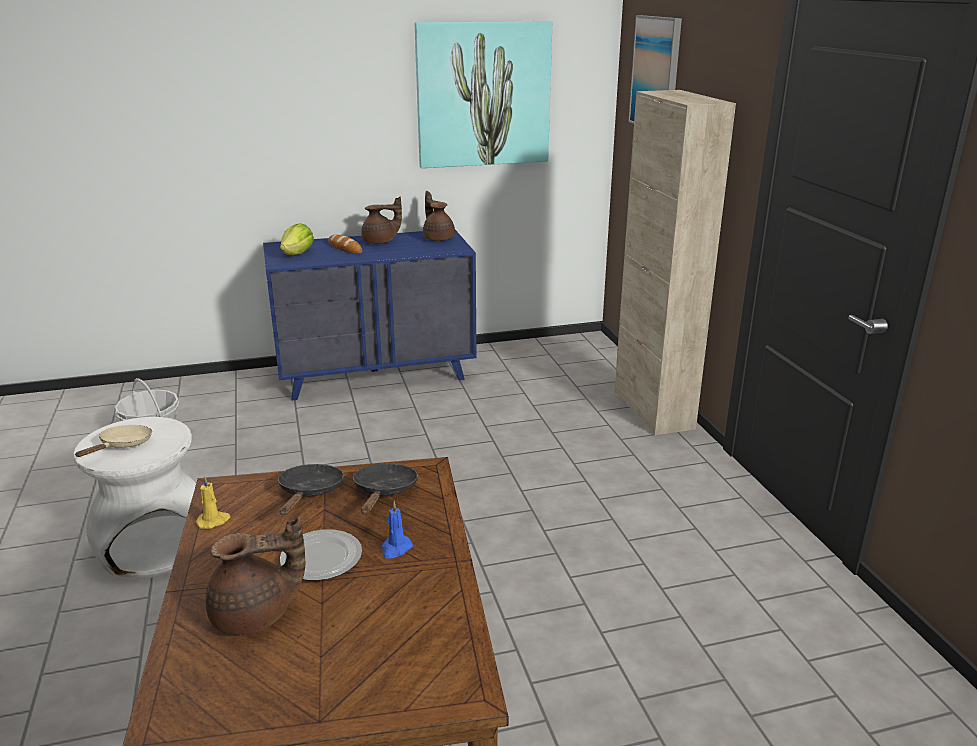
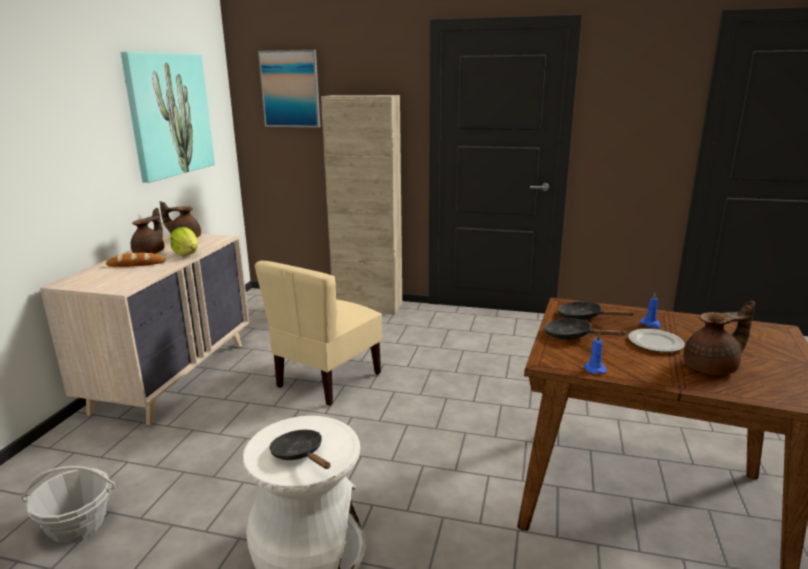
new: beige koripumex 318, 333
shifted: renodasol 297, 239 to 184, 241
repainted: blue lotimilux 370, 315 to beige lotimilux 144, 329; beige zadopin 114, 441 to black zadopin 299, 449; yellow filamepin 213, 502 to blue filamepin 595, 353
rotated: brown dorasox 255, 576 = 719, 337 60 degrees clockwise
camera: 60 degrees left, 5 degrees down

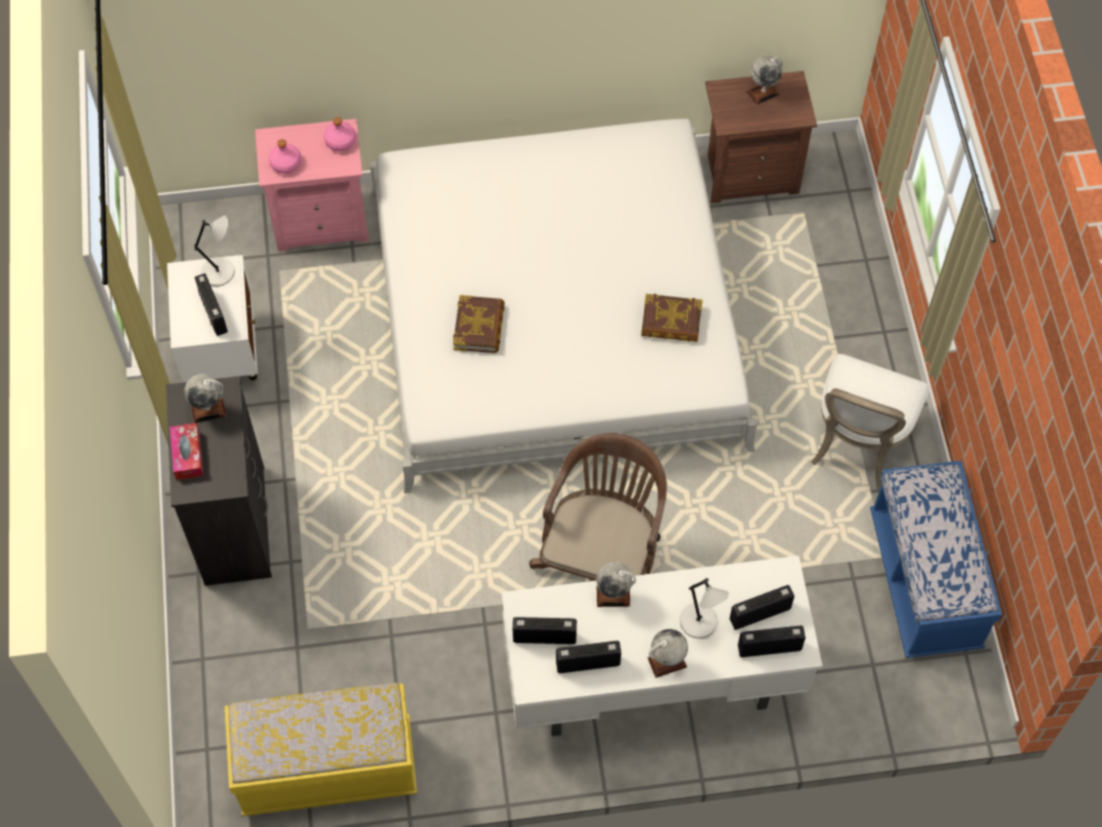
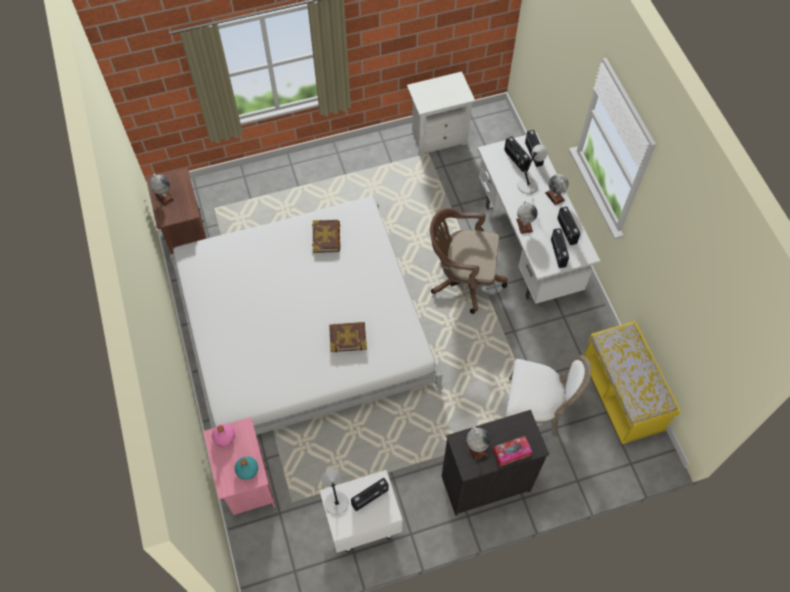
shifted: white koripumex 870, 421 to 548, 396
swapped: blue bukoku 936, 559 to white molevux 441, 114
repainted: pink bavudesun 285, 156 to turquoise bavudesun 246, 468
camera: 100 degrees left, 0 degrees up

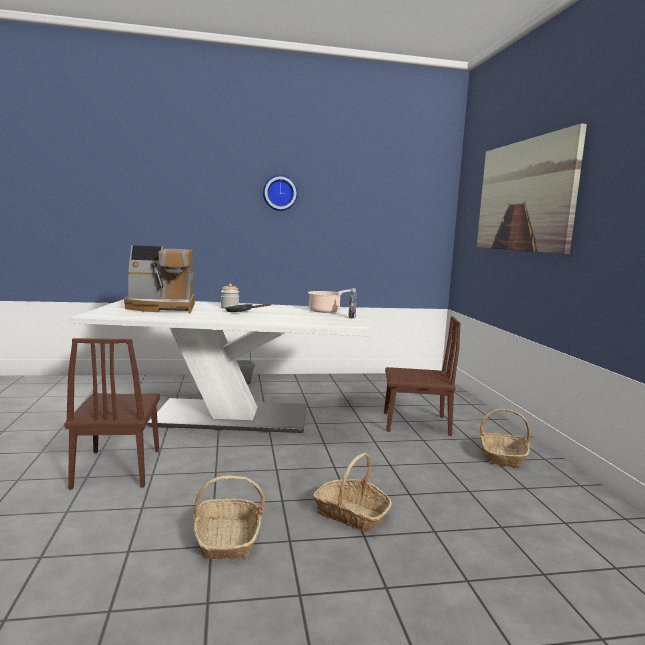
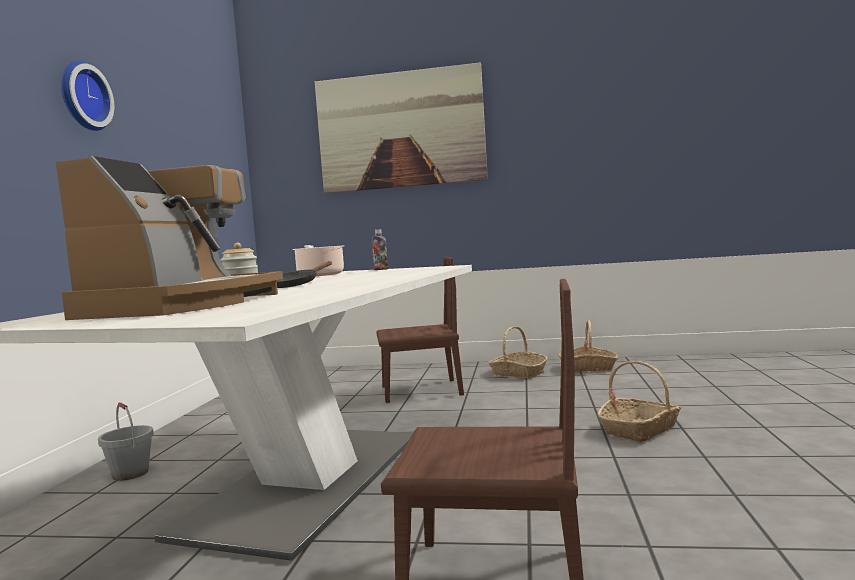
shifted: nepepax 229, 517 to 589, 346
rotated: brown koripumex 422, 376 = 420, 330 60 degrees clockwise
camera: 70 degrees left, 5 degrees down

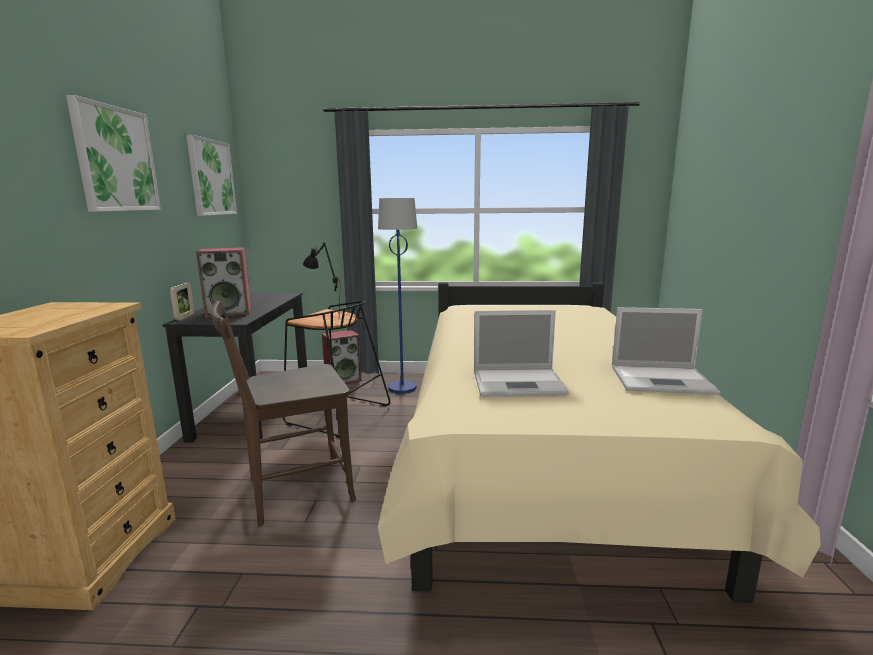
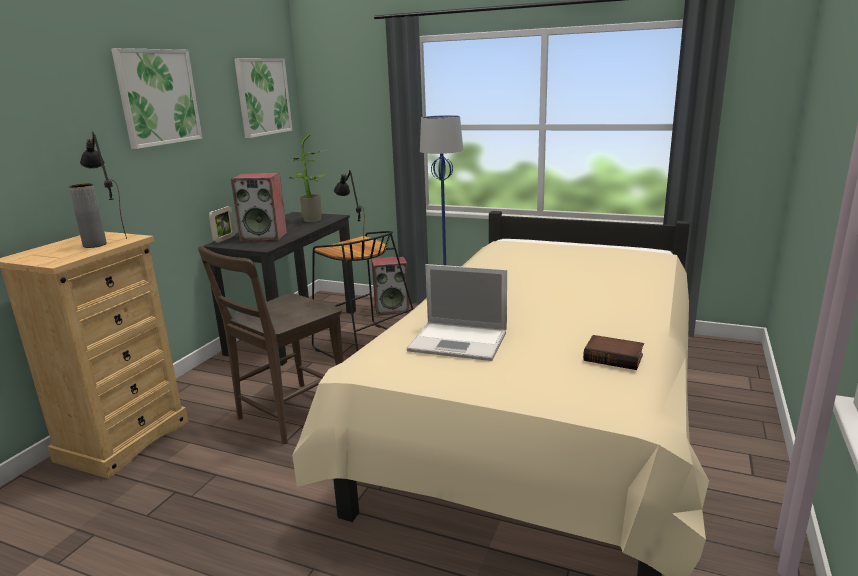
new: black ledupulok 103, 185; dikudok 308, 178; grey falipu 88, 216
swapped: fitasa 666, 351 to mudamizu 613, 352
rotated: brown koripumex 283, 413 = 271, 345 45 degrees counterclockwise
camera: 20 degrees right, 5 degrees up

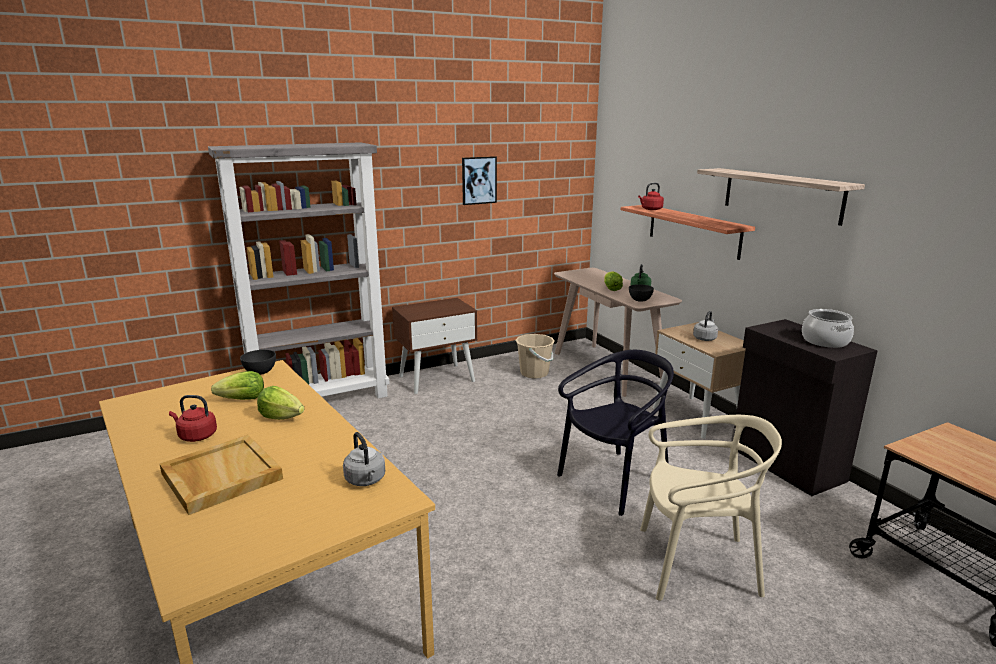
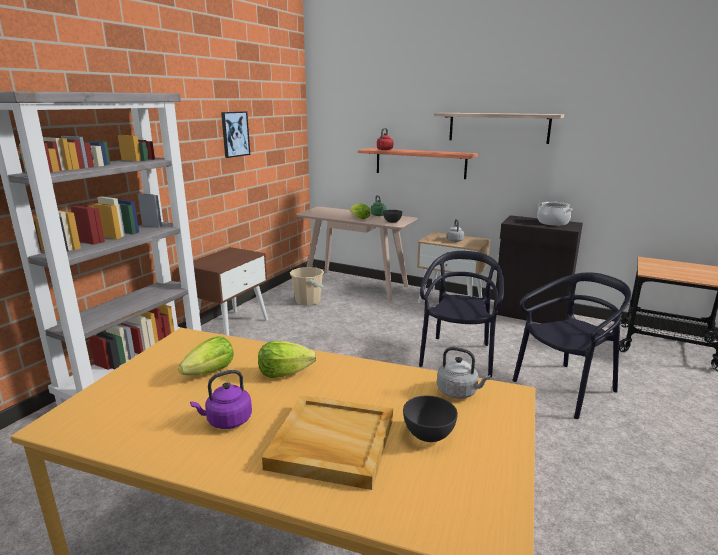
shifted: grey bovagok 258, 362 to 430, 418
repainted: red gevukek 193, 418 to purple gevukek 221, 399; beige koripumex 711, 508 to black koripumex 571, 345
camera: 35 degrees left, 0 degrees up

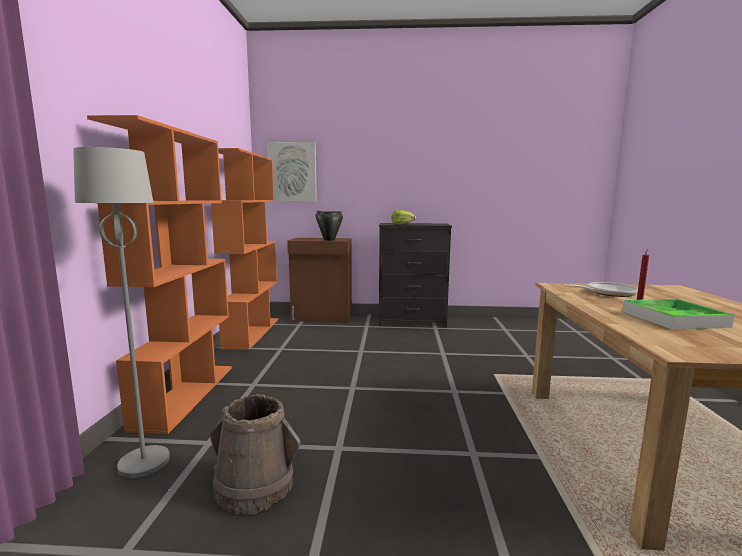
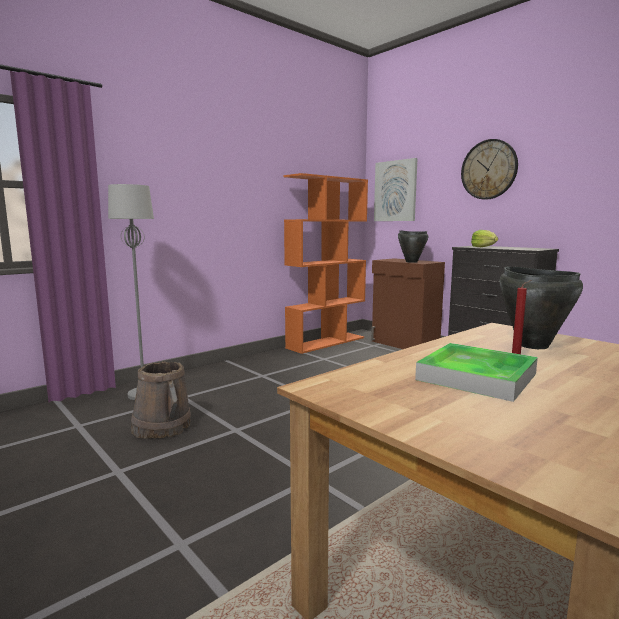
gone: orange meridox 159, 274
new: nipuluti 489, 169
swapped: zadopin 600, 289 to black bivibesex 541, 308
camera: 45 degrees right, 0 degrees up

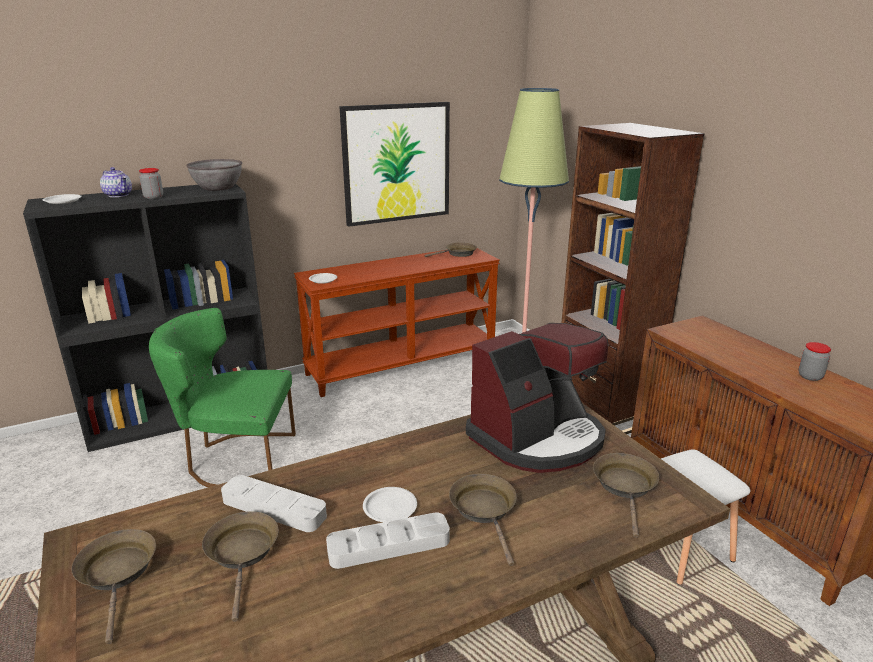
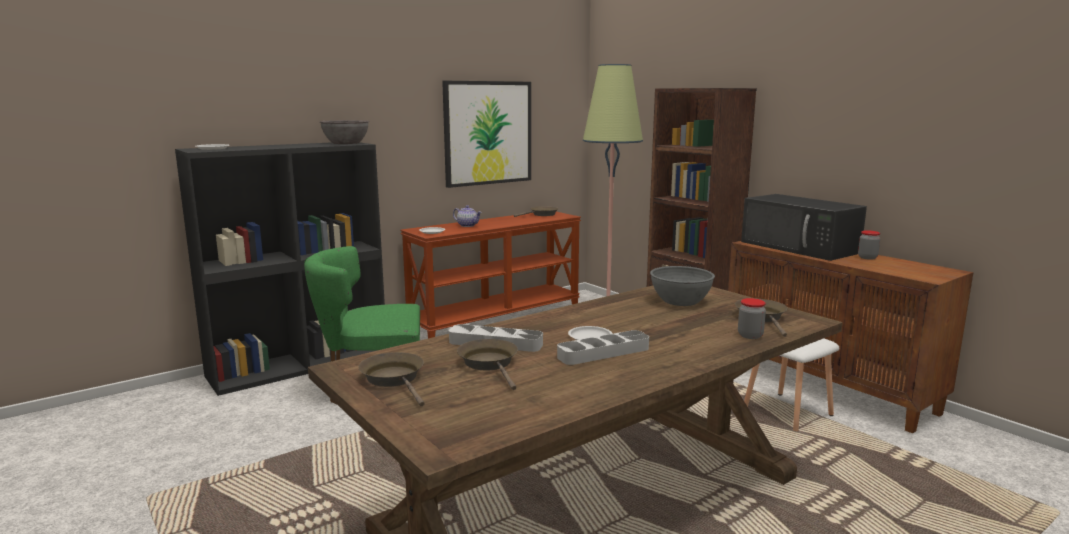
gone: brown zadopin 483, 520
new: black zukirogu 804, 227
shifted: dorasox 116, 182 to 467, 216; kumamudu 151, 183 to 752, 318
swapped: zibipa 537, 398 to grey bovagok 682, 286
camera: 10 degrees left, 10 degrees down

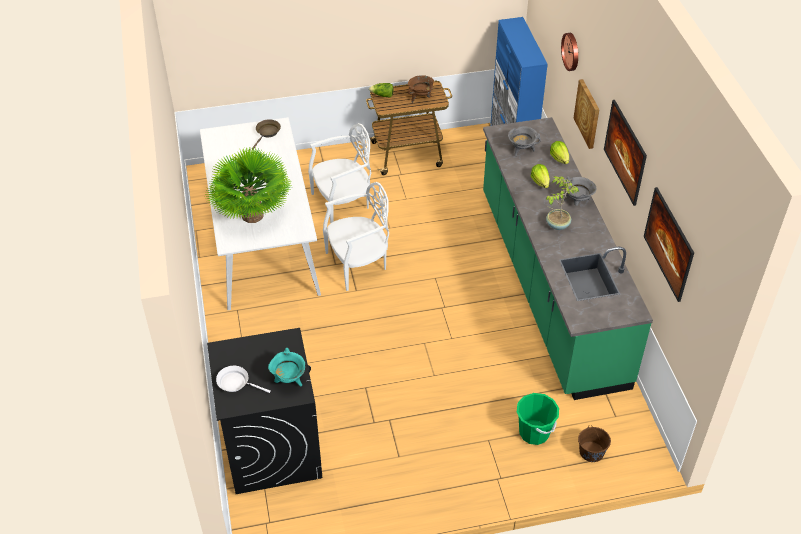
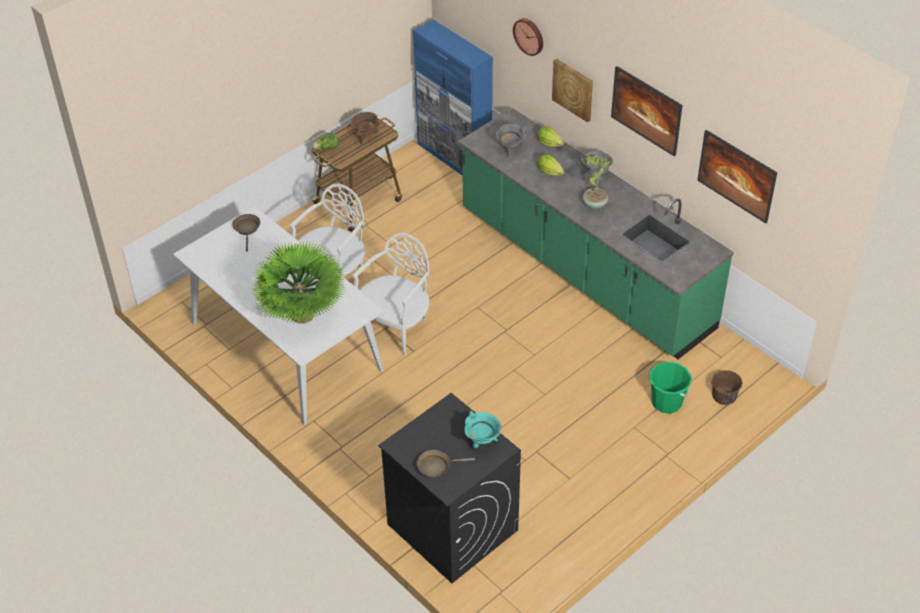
repainted: white zadopin 243, 379 to brown zadopin 446, 464
camera: 30 degrees left, 0 degrees up

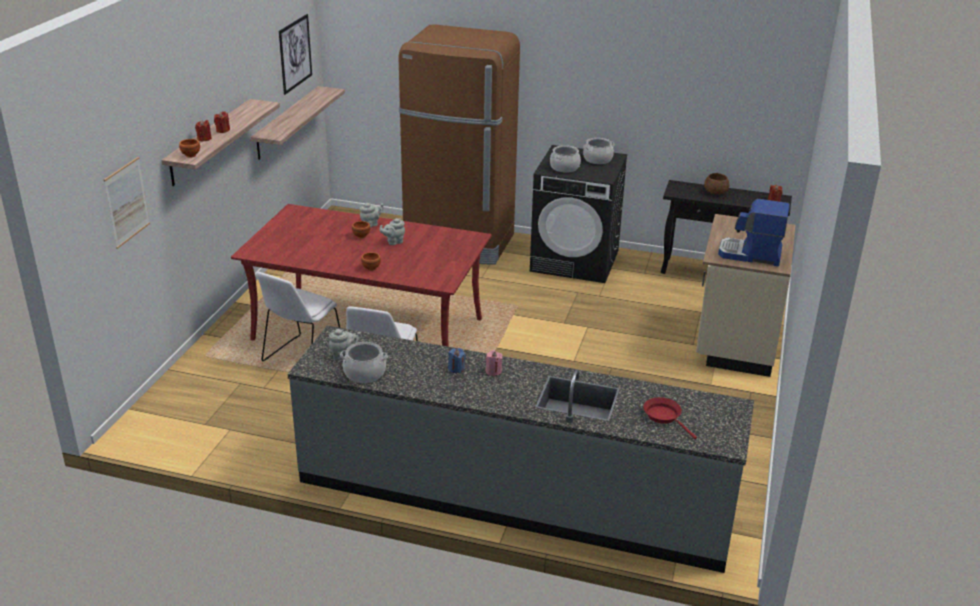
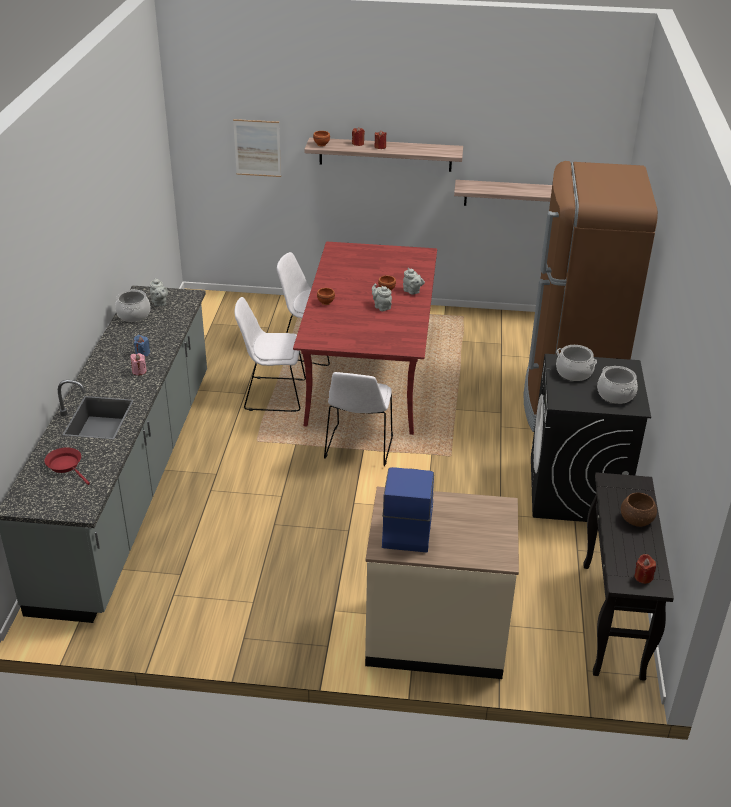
gone: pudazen 295, 54
new: white koripumex 358, 419
rotated: red zadopin 670, 418 = 67, 466 90 degrees counterclockwise
camera: 80 degrees right, 5 degrees up

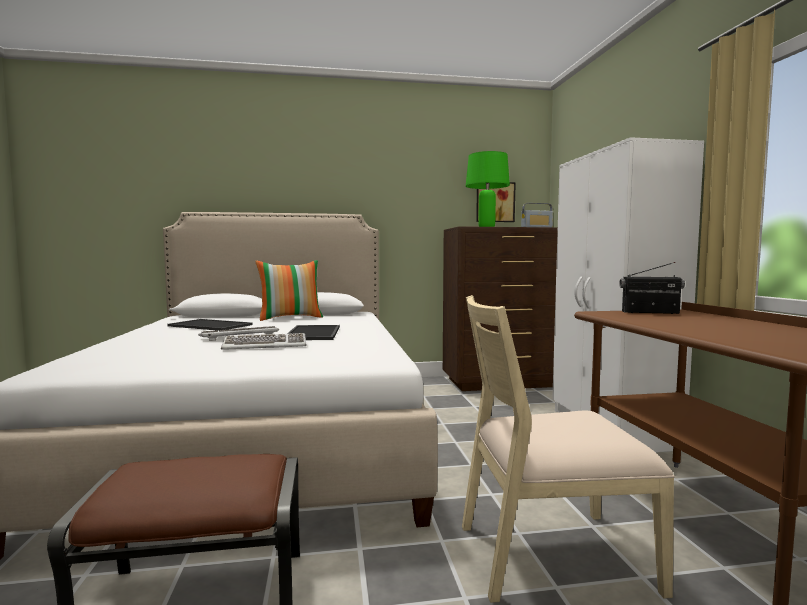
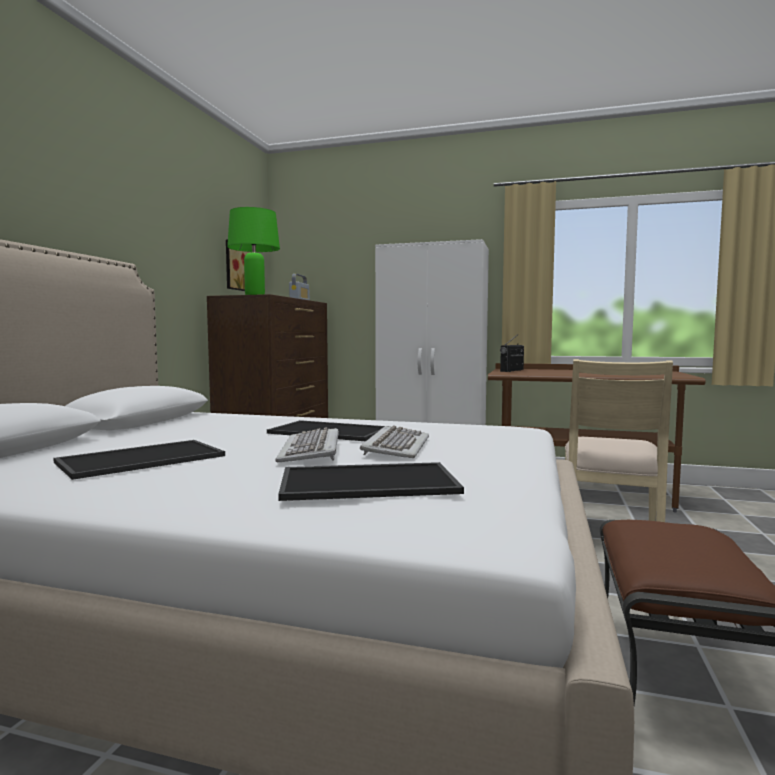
gone: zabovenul 289, 290
new: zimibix 371, 481
camera: 65 degrees left, 0 degrees up

